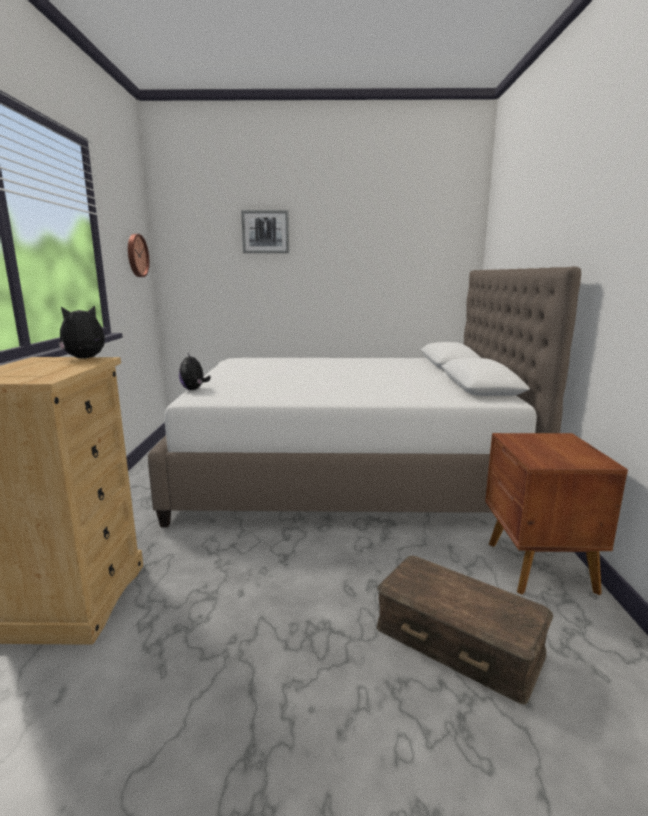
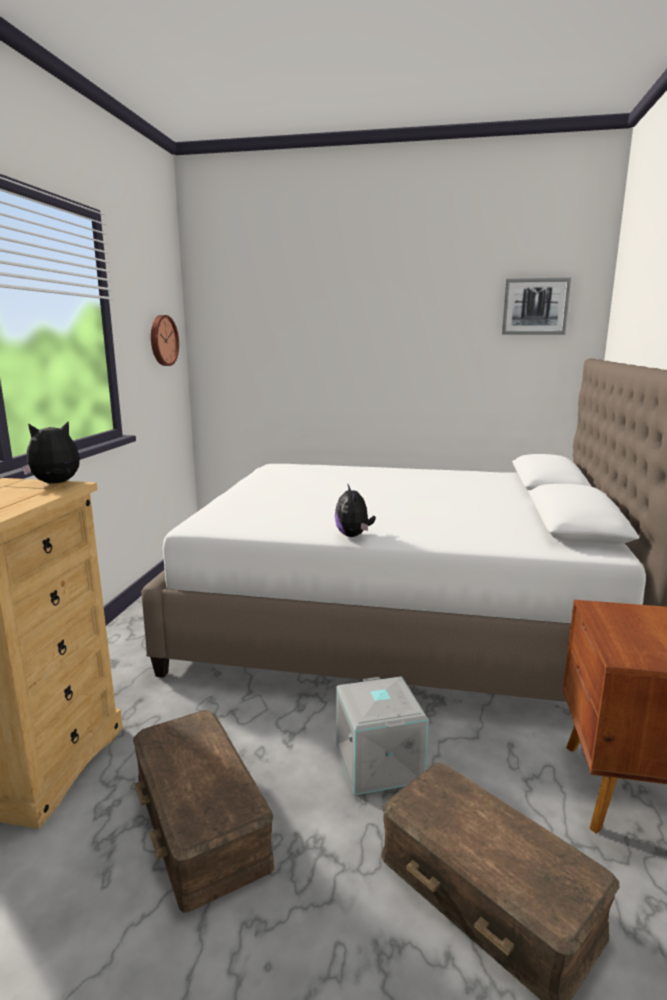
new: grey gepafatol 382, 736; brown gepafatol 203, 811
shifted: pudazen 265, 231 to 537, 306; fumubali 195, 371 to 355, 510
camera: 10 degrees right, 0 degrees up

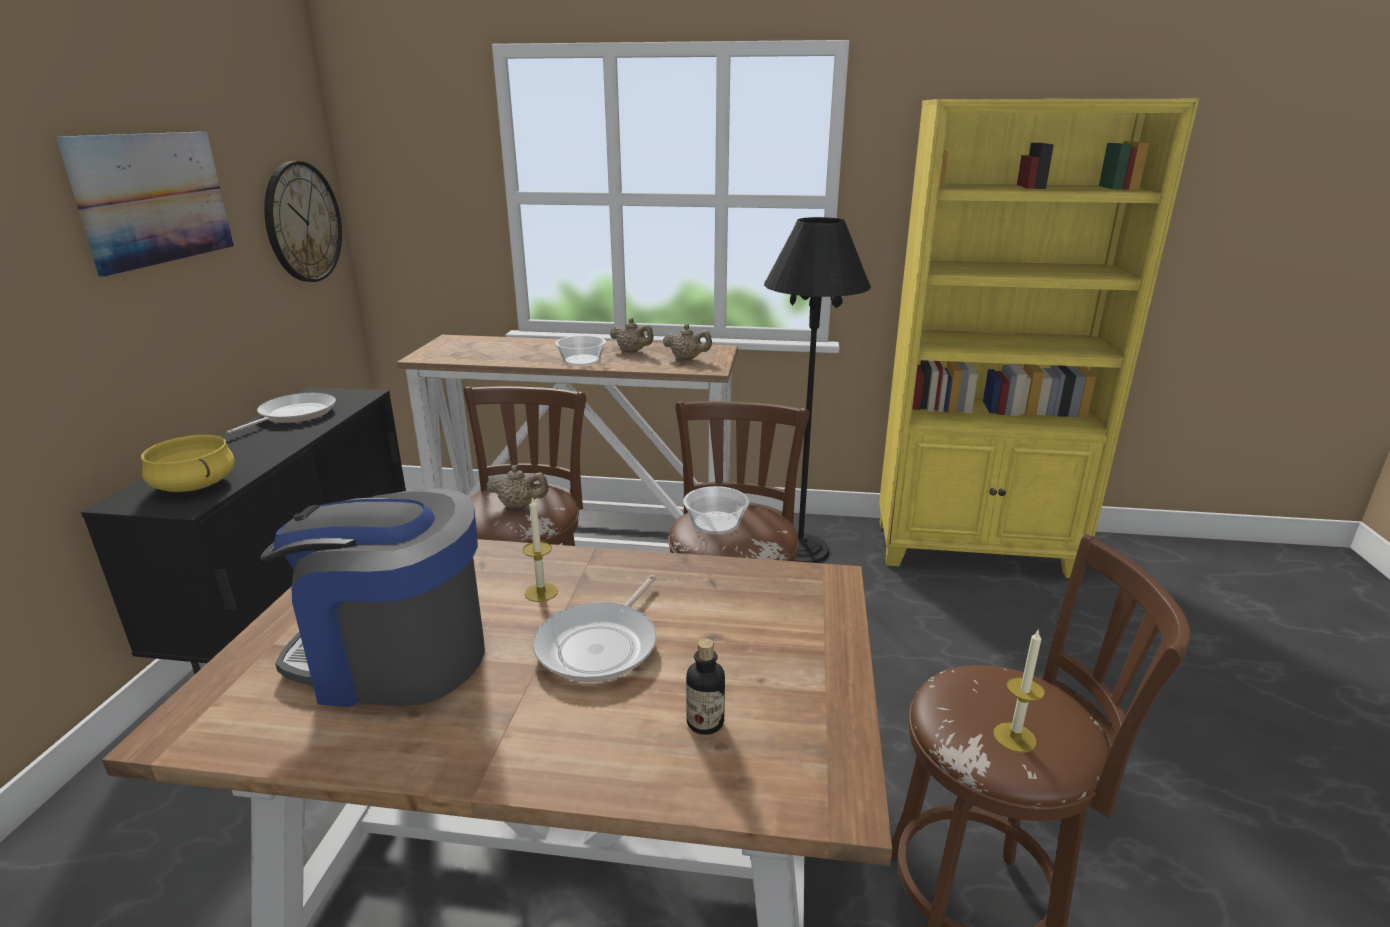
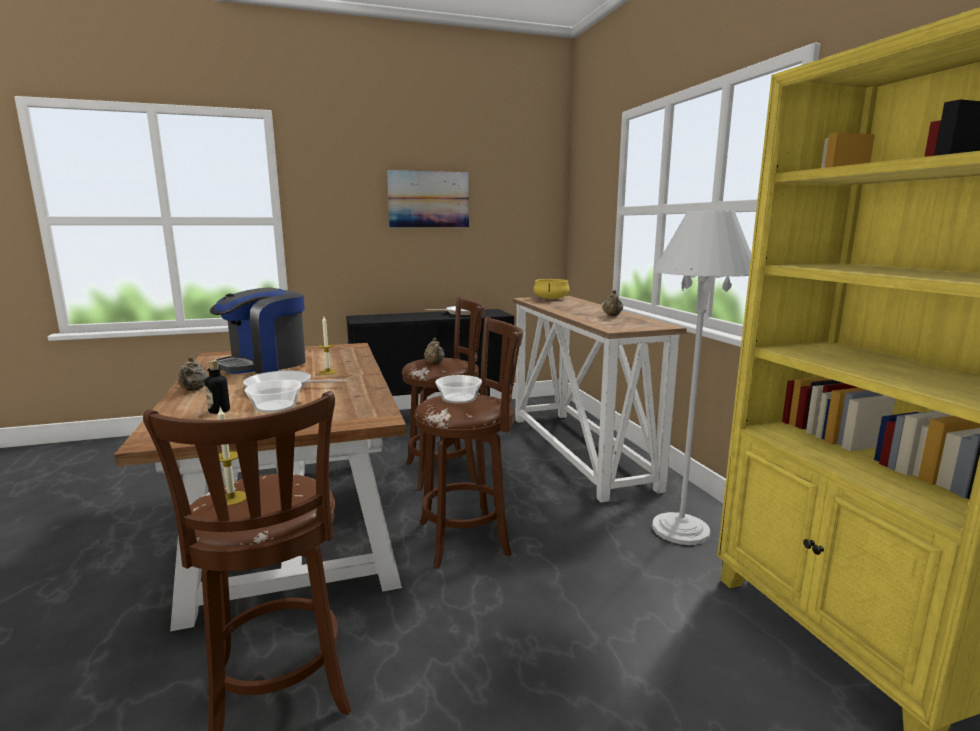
gone: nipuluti 303, 221
shifted: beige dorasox 687, 342 to 192, 374; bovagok 580, 350 to 273, 396; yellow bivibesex 188, 463 to 551, 289
repainted: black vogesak 817, 390 to white vogesak 701, 378
rotated: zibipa 372, 597 = 258, 330 120 degrees counterclockwise
camera: 65 degrees right, 10 degrees down

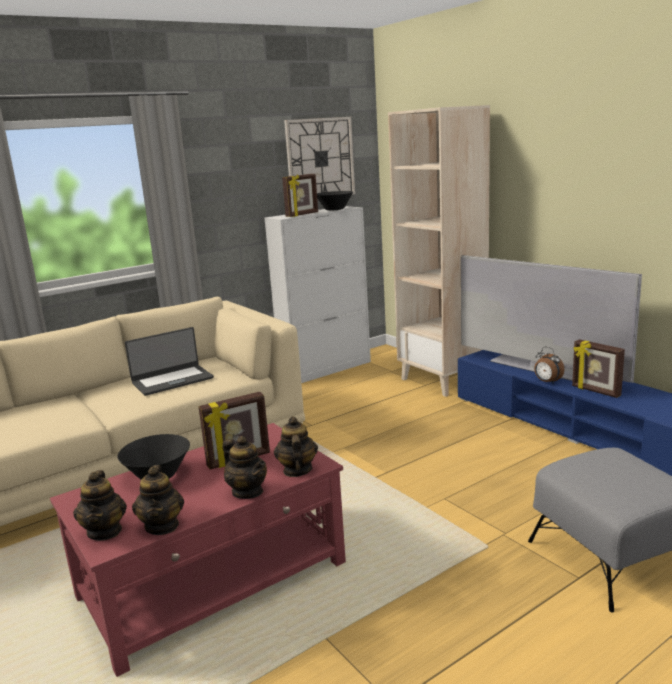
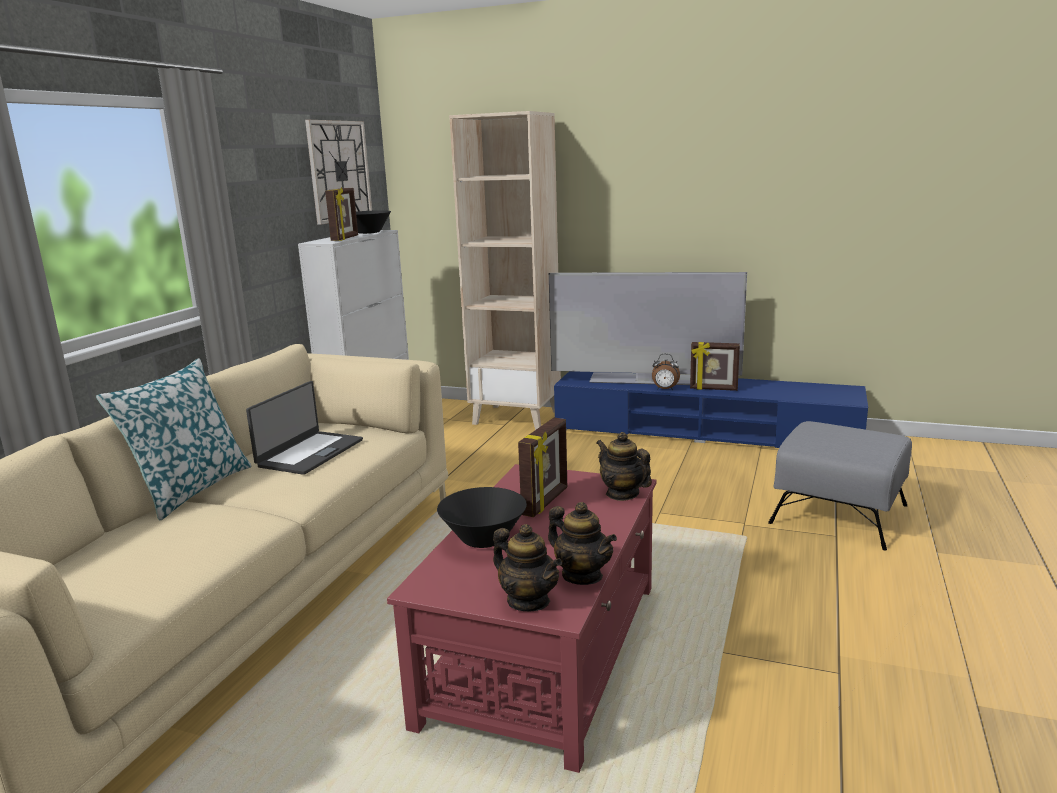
gone: dorasox 244, 467
new: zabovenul 174, 439
camera: 35 degrees left, 0 degrees up

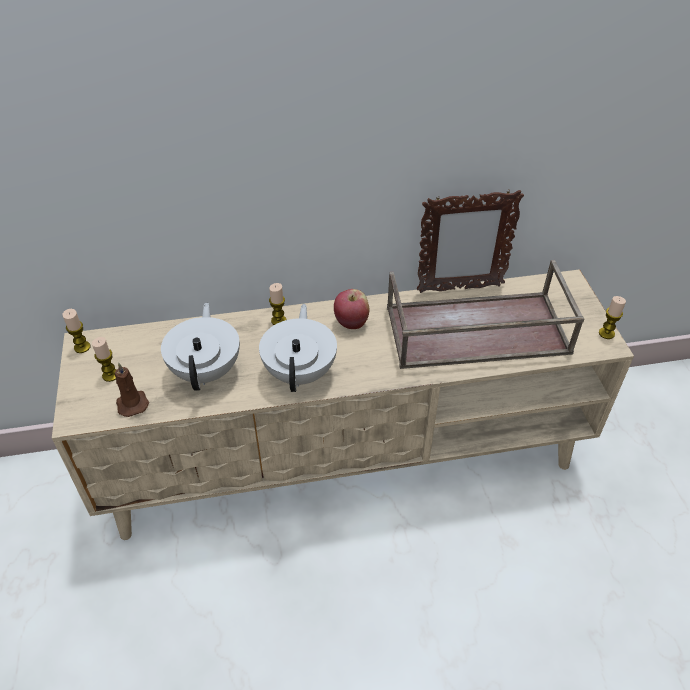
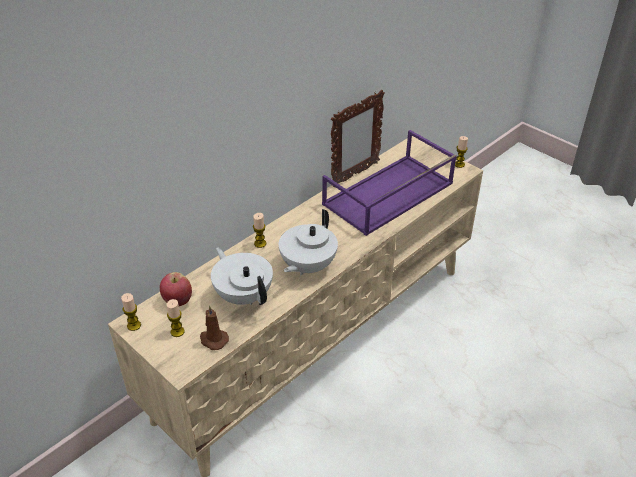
shifted: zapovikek 351, 309 to 176, 289
repainted: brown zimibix 485, 314 to purple zimibix 389, 183
rotated: white dorasox 298, 348 = 308, 242 120 degrees counterclockwise
camera: 35 degrees left, 5 degrees down

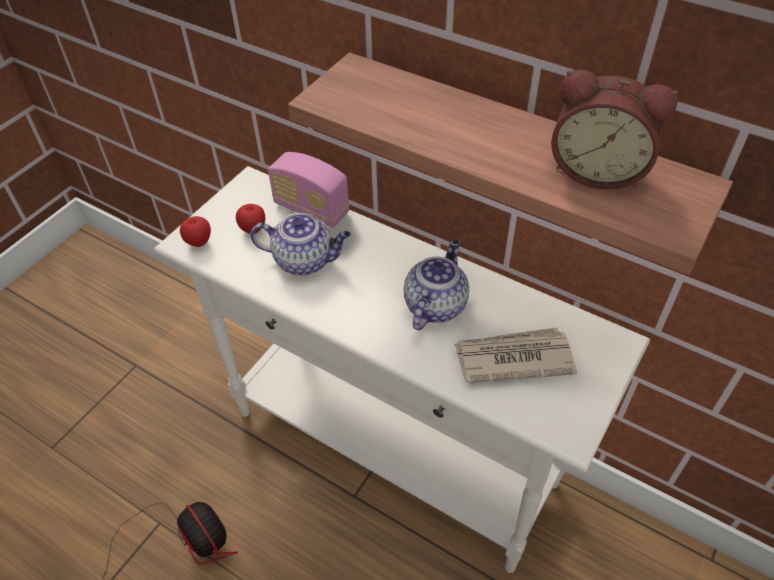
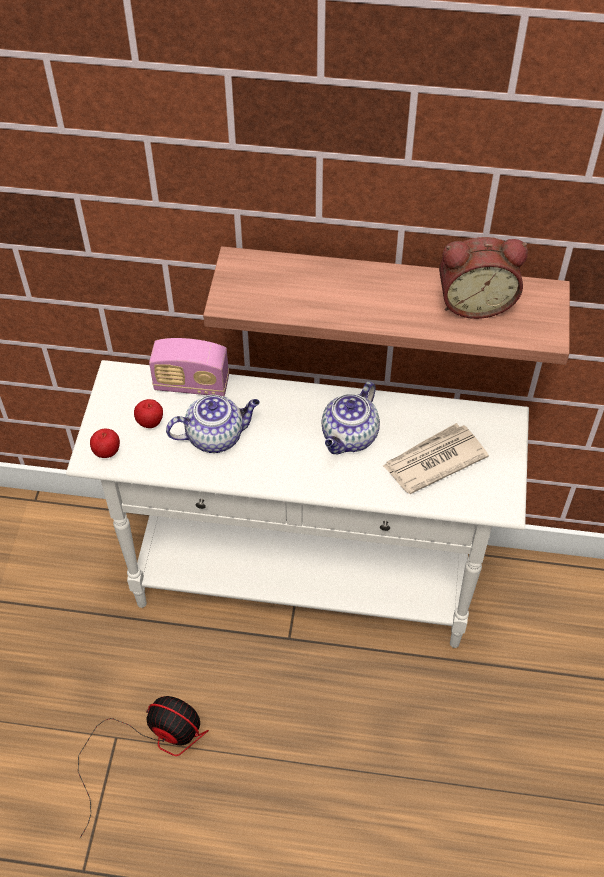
rotated: dorasox 436, 284 = 351, 417 150 degrees counterclockwise
camera: 25 degrees left, 5 degrees up

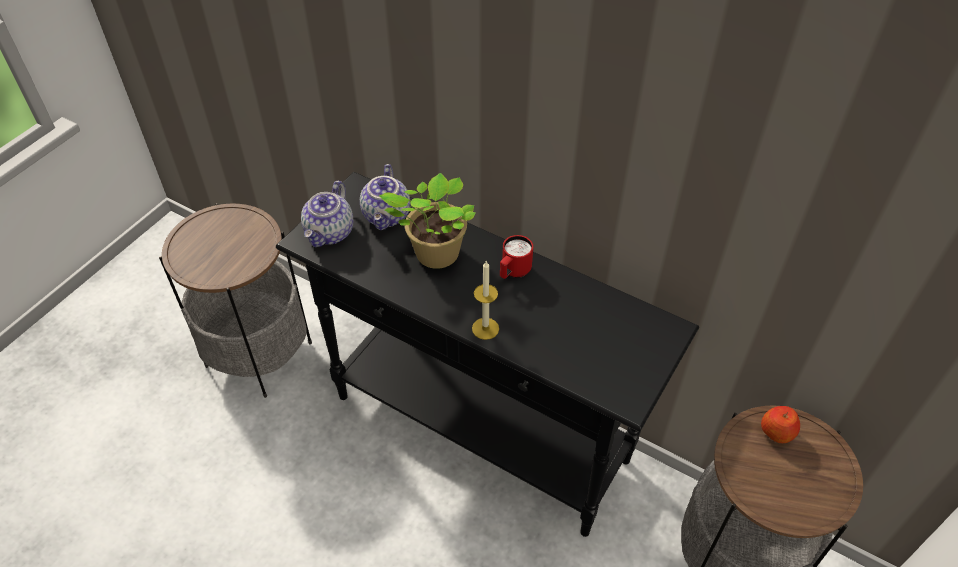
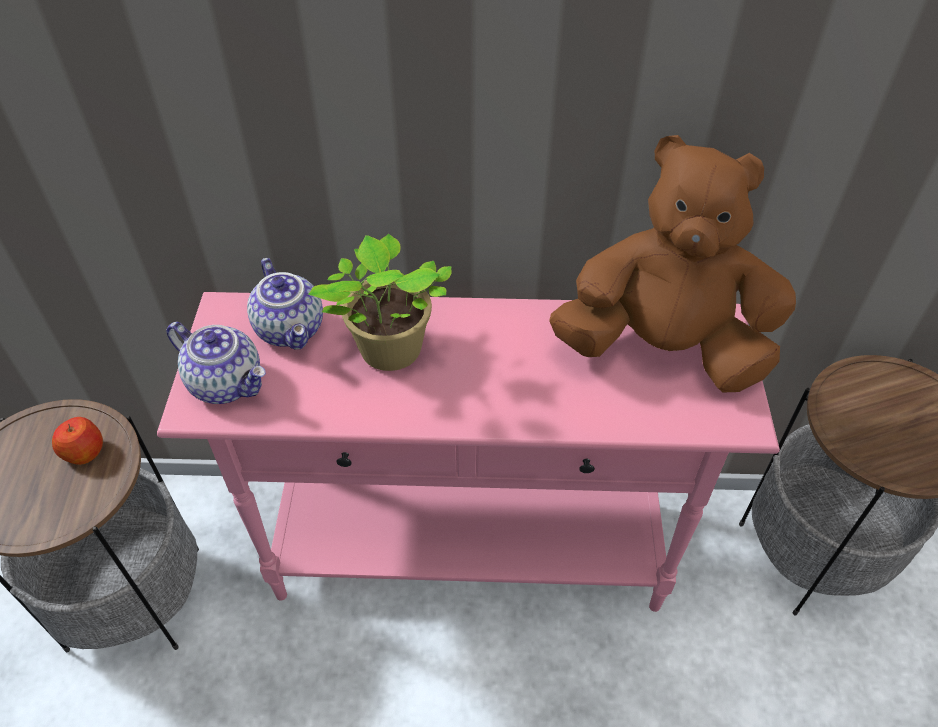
gone: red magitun 516, 257; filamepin 485, 300
new: brown fumubali 672, 263
shifted: zapovikek 780, 424 to 77, 441
repainted: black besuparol 487, 354 to pink besuparol 468, 452
rotated: dorasox 327, 214 = 216, 363 45 degrees counterclockwise
camera: 30 degrees left, 0 degrees up

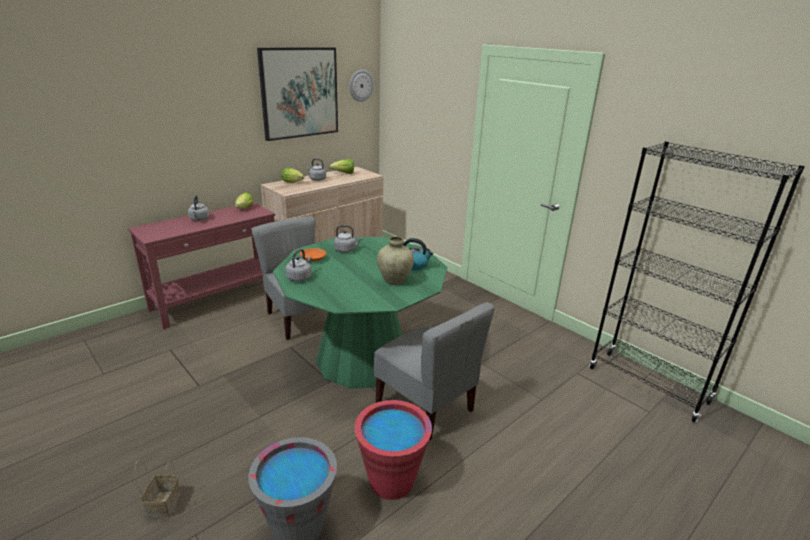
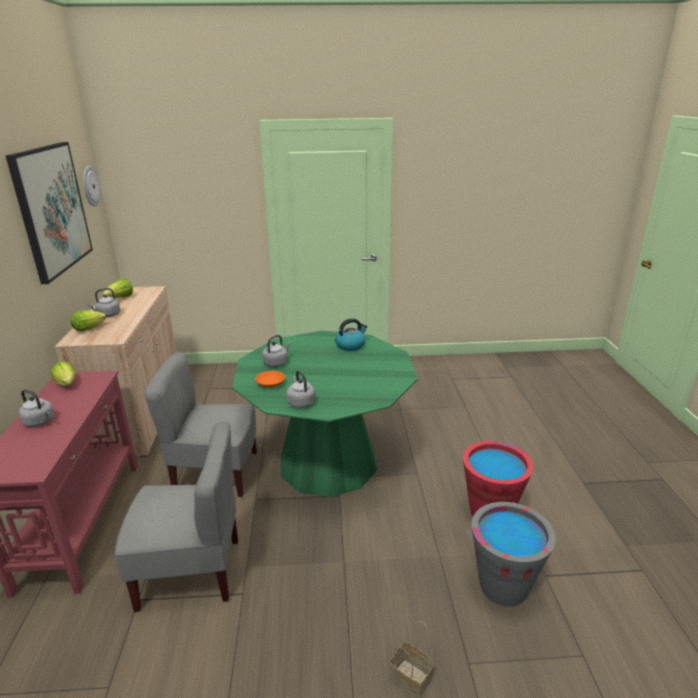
gone: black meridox 697, 281; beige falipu 395, 260
shifted: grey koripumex 434, 371 to 176, 517
camera: 50 degrees left, 0 degrees up

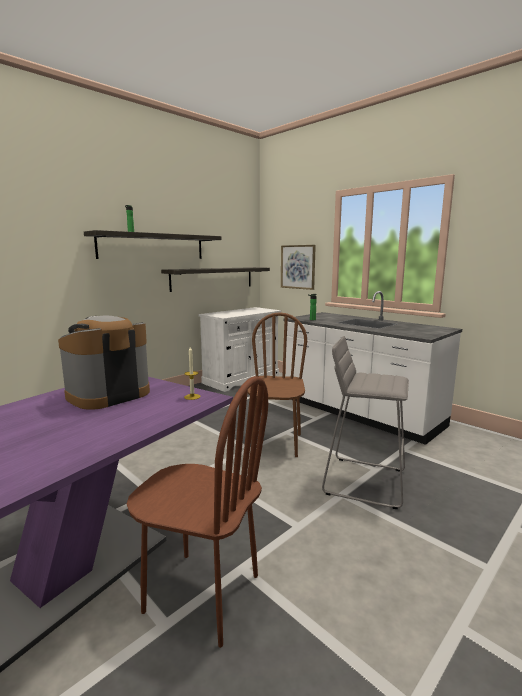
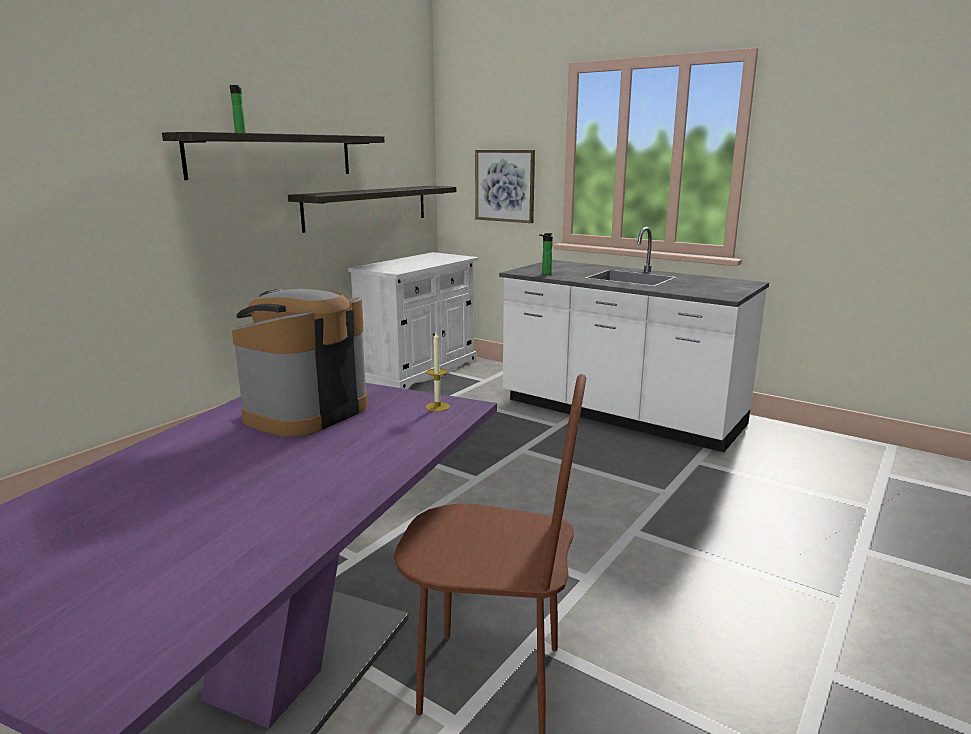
gone: brown koripumex 277, 384; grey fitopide 365, 422
camera: 10 degrees left, 5 degrees up

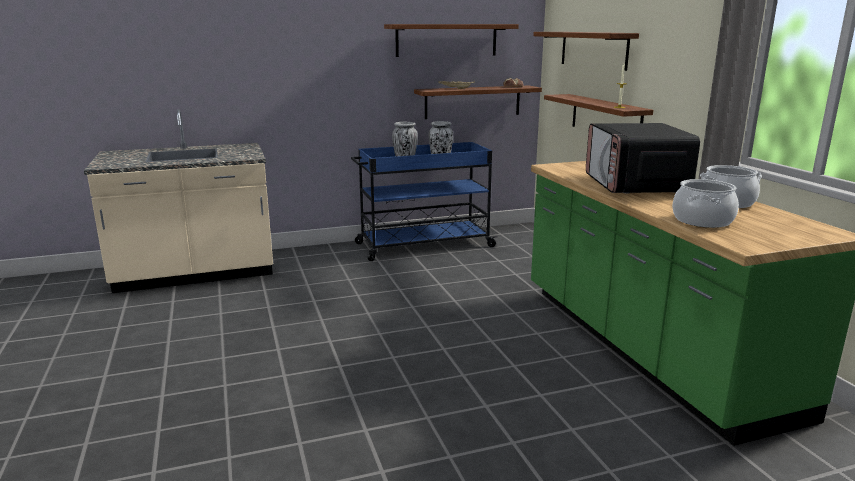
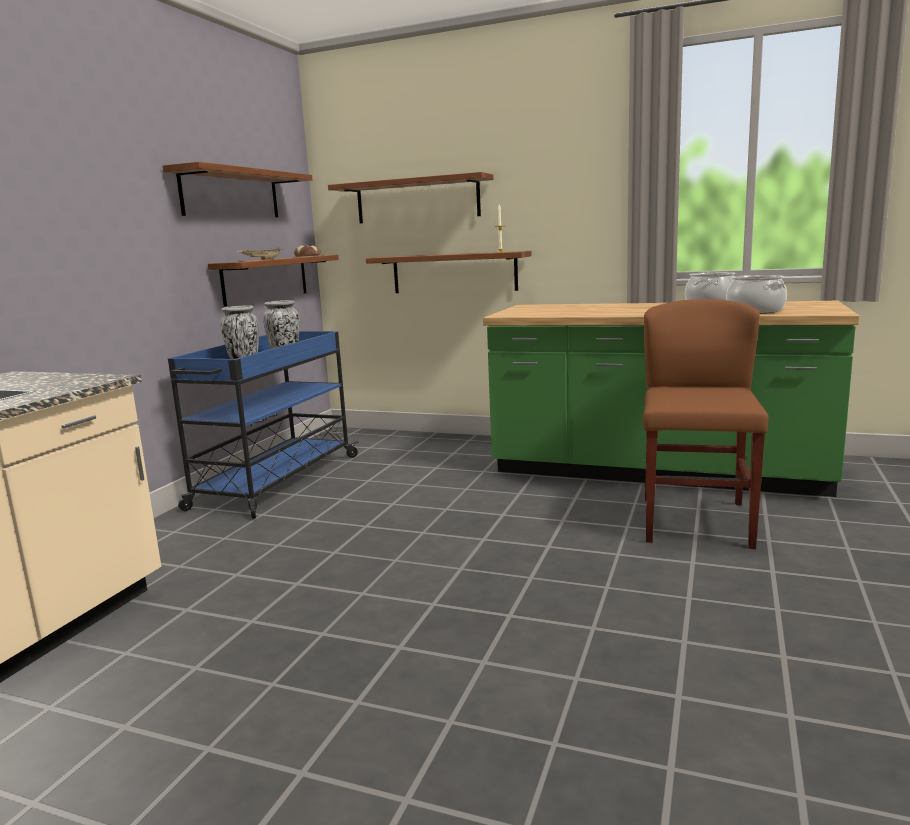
gone: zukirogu 643, 158
new: brown koripumex 706, 424
camera: 50 degrees left, 5 degrees down

